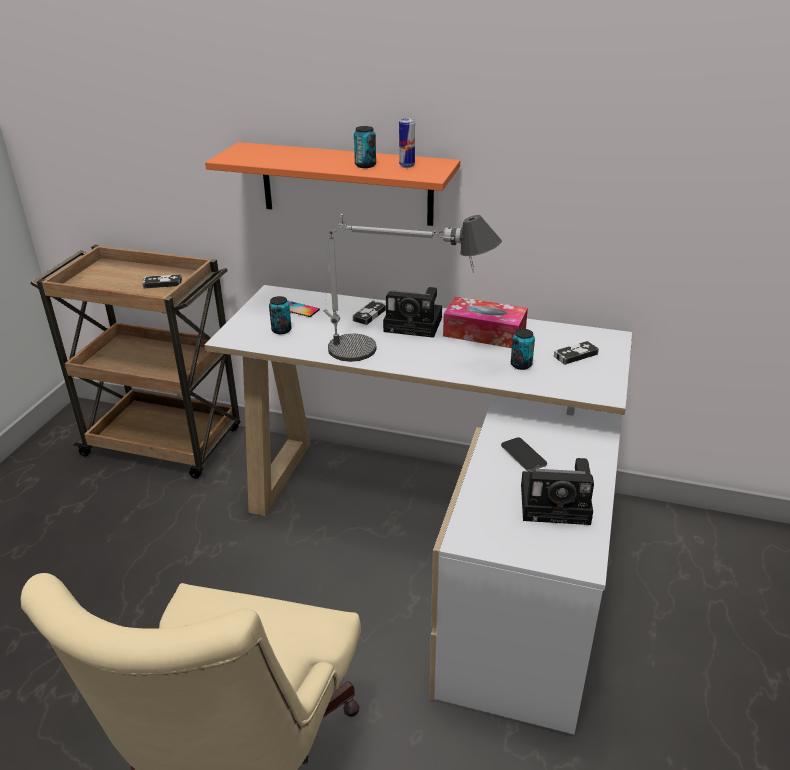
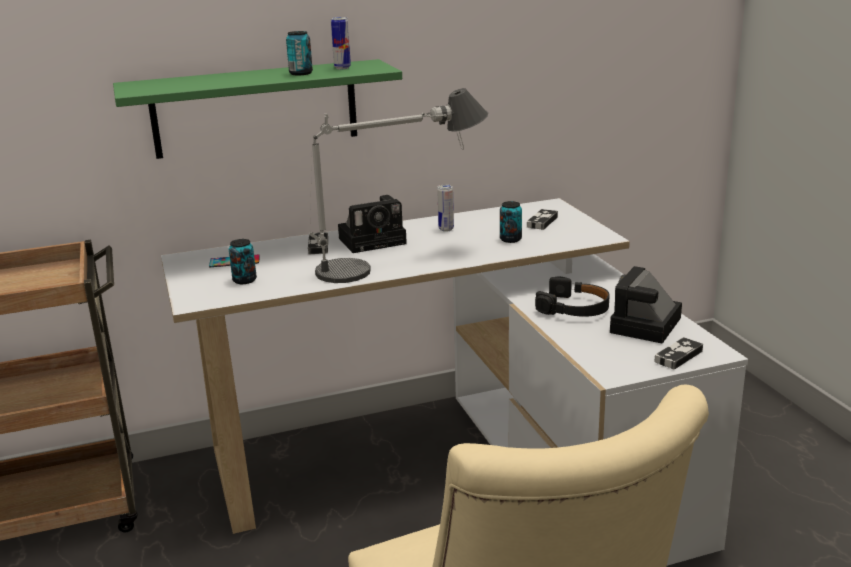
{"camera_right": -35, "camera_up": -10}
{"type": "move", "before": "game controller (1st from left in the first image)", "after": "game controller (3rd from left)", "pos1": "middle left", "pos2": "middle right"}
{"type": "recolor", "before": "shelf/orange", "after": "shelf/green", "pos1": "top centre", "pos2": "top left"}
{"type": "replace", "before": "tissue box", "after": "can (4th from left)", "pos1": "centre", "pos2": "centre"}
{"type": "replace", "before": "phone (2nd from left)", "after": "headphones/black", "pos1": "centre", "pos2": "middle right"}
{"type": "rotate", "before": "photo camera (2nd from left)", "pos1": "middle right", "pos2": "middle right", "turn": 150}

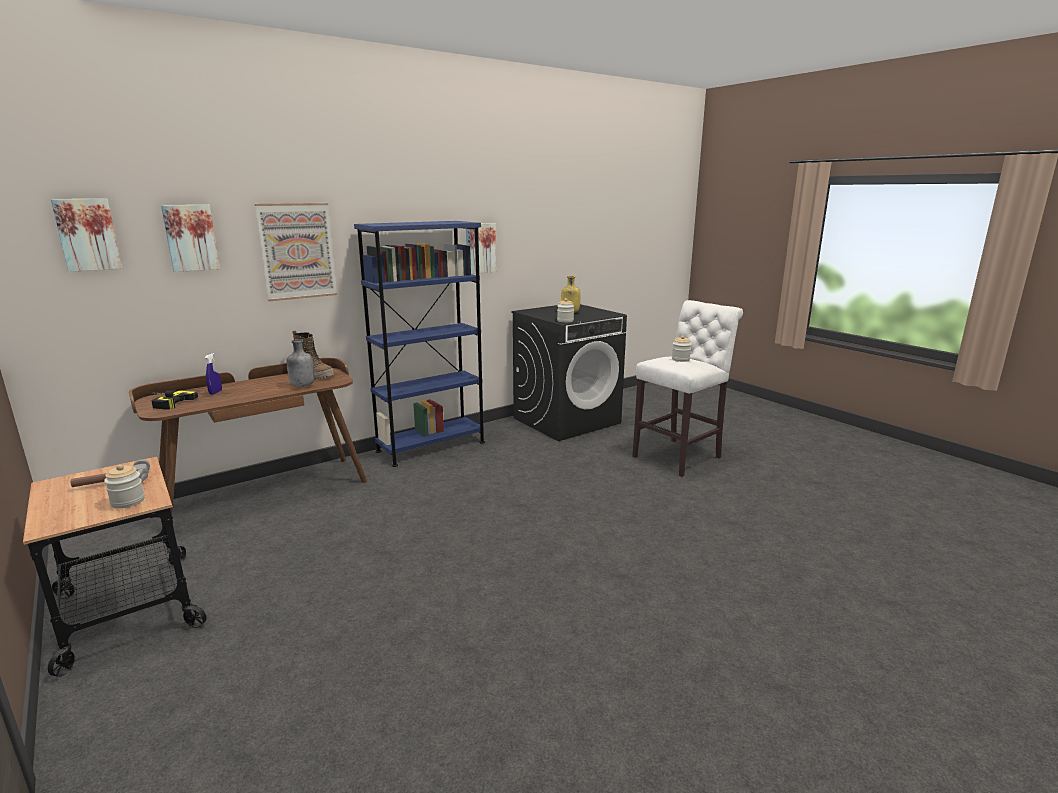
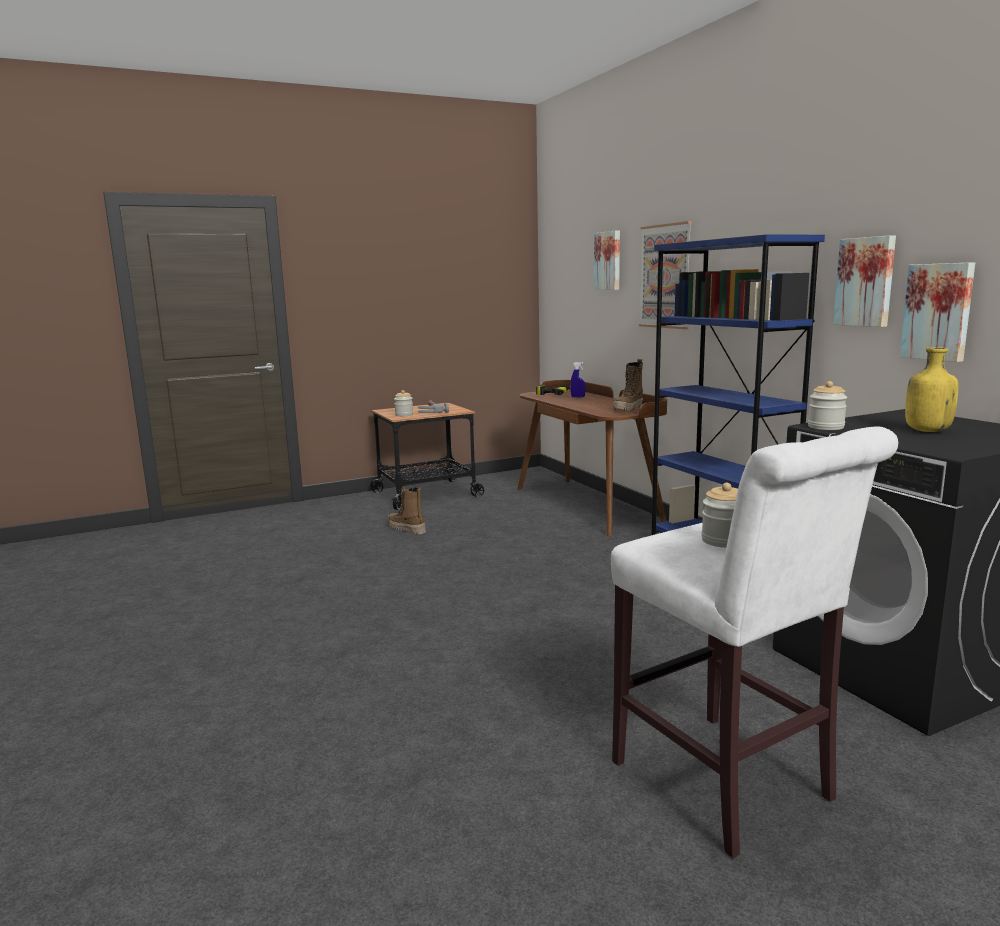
{"camera_right": 100, "camera_up": -5}
{"type": "move", "before": "picture (1st from left in the first image)", "after": "picture (4th from left)", "pos1": "top left", "pos2": "middle right"}
{"type": "delete", "before": "bottle/grey", "pos1": "middle left"}
{"type": "insert", "after": "boot (1st from left)", "pos2": "centre"}

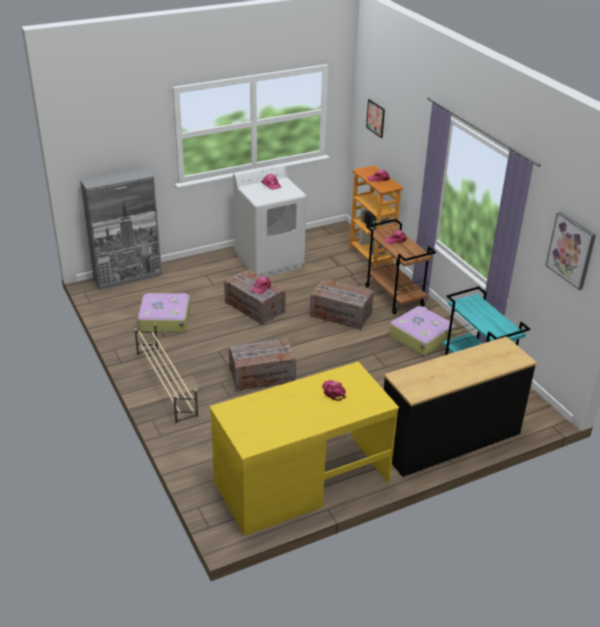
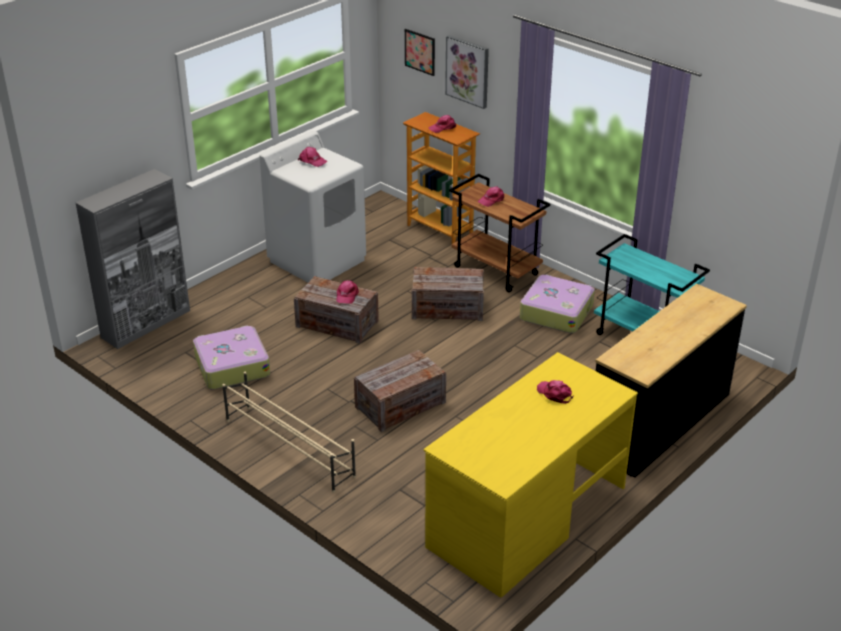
{"camera_right": -20, "camera_up": 0}
{"type": "move", "before": "picture (2nd from left)", "pos1": "middle right", "pos2": "top centre"}

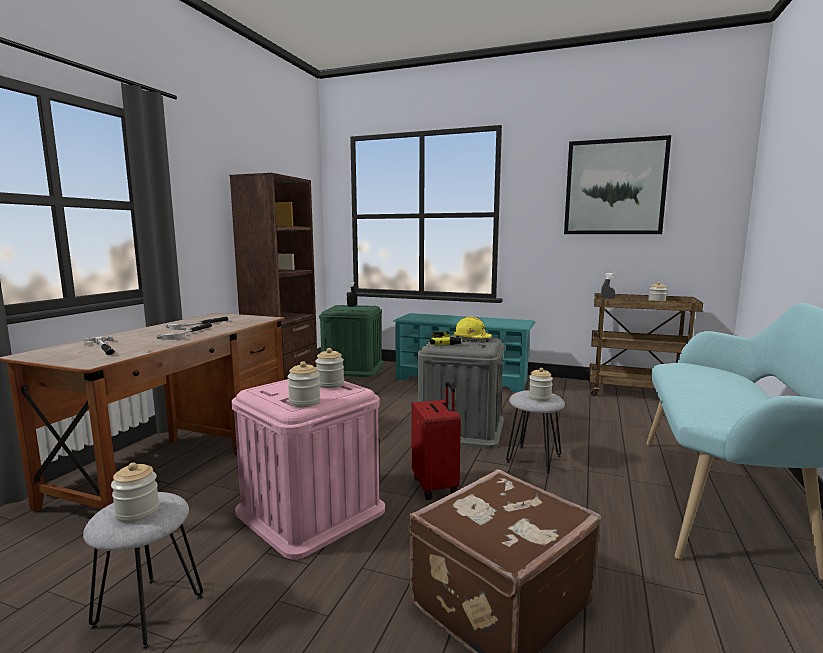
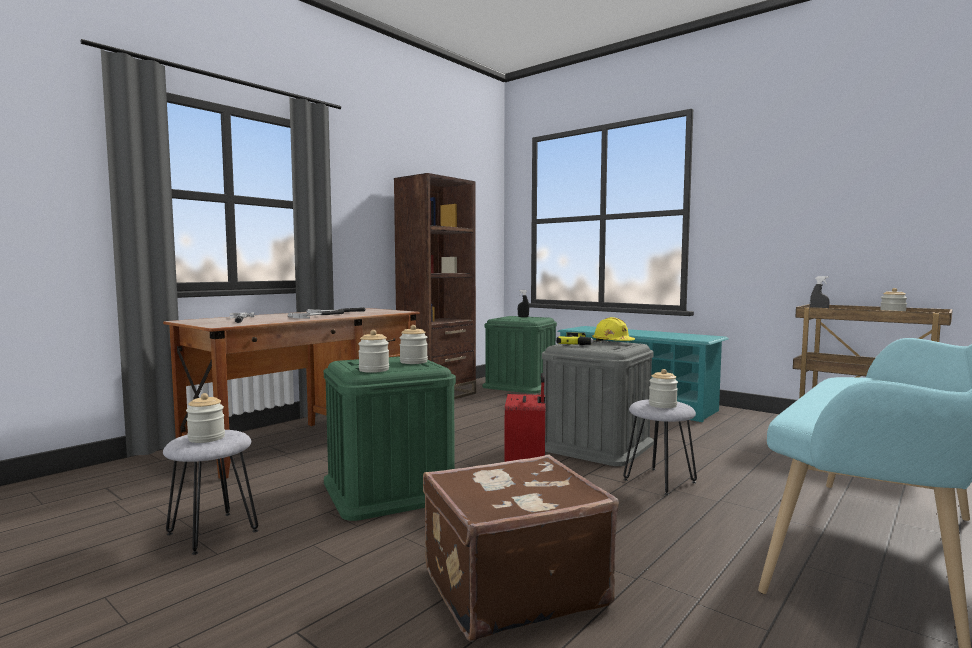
{"camera_right": 20, "camera_up": -5}
{"type": "recolor", "before": "storage box/pink", "after": "storage box/green (1st from left)", "pos1": "bottom centre", "pos2": "bottom centre"}
{"type": "delete", "before": "picture", "pos1": "top right"}

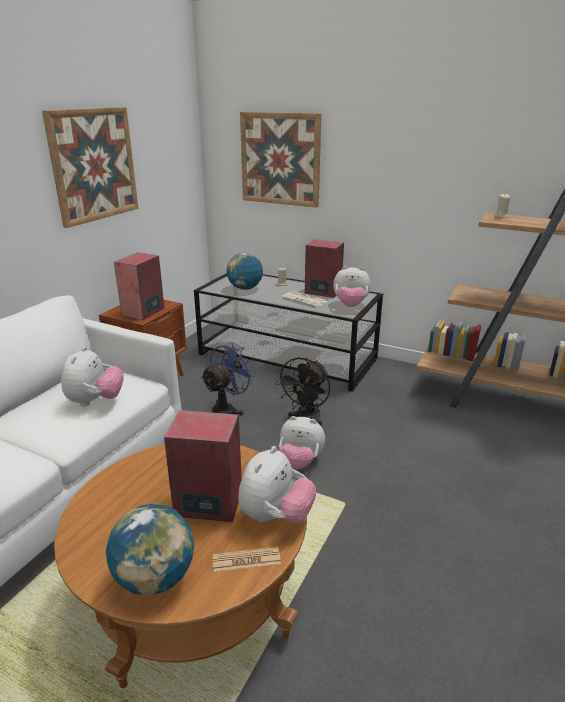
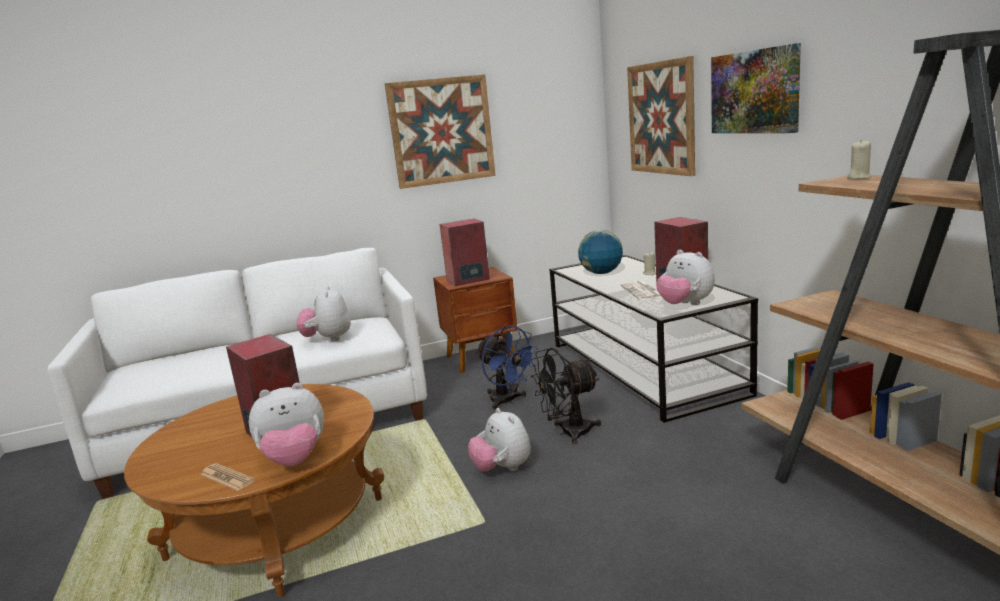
{"camera_right": 45, "camera_up": -10}
{"type": "rotate", "before": "plush toy (1st from left in the first image)", "pos1": "middle left", "pos2": "middle left", "turn": 120}
{"type": "delete", "before": "globe (1st from left)", "pos1": "bottom left"}
{"type": "rotate", "before": "fan/blue", "pos1": "centre", "pos2": "centre", "turn": 60}
{"type": "insert", "after": "picture (3rd from left)", "pos2": "top right"}

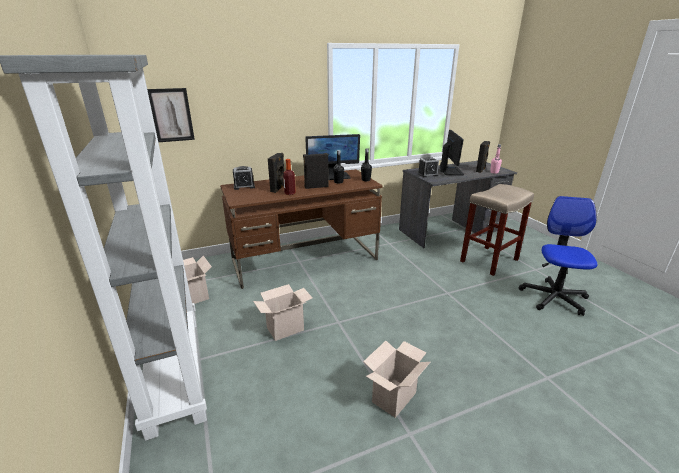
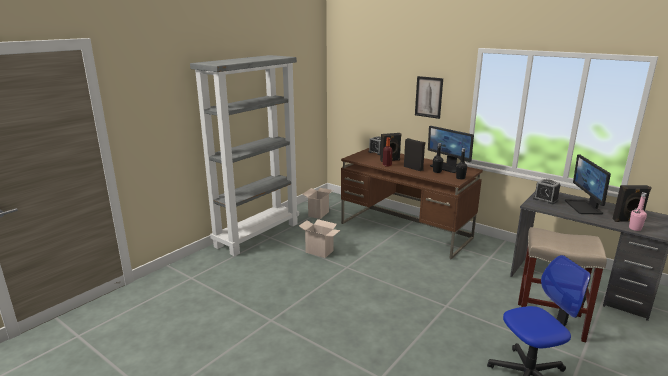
{"camera_right": 60, "camera_up": -5}
{"type": "move", "before": "picture", "pos1": "top left", "pos2": "top centre"}
{"type": "delete", "before": "cardboard box (3rd from left)", "pos1": "bottom centre"}
{"type": "rotate", "before": "monitor (2nd from left)", "pos1": "top centre", "pos2": "middle right", "turn": 120}

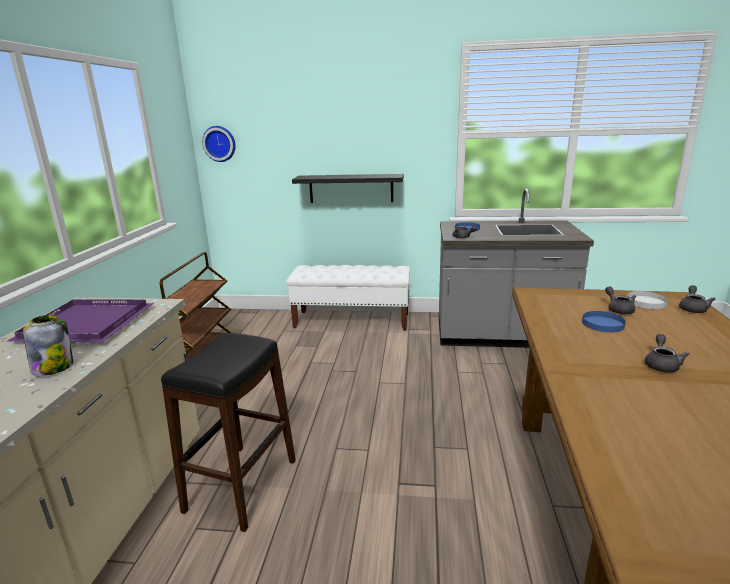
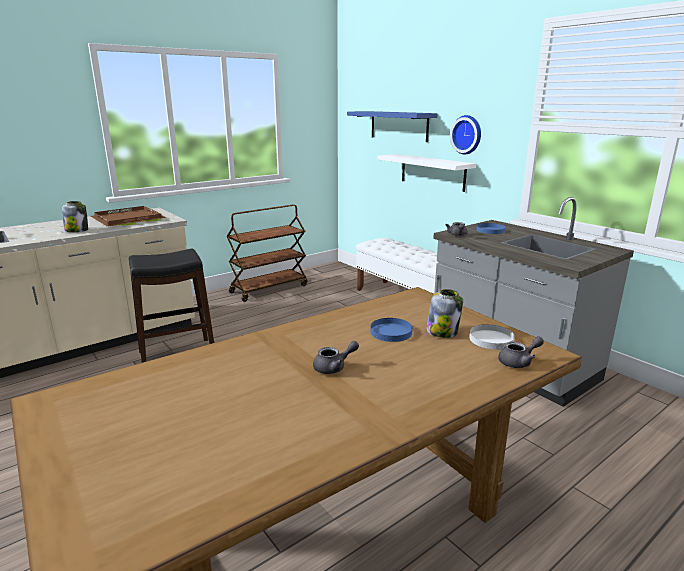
{"camera_right": 45, "camera_up": 0}
{"type": "recolor", "before": "tray/purple", "after": "tray/brown", "pos1": "middle left", "pos2": "middle left"}
{"type": "move", "before": "wall clock", "pos1": "top left", "pos2": "top right"}
{"type": "recolor", "before": "shelf/black", "after": "shelf/white", "pos1": "top centre", "pos2": "top centre"}
{"type": "replace", "before": "teapot/grey (2nd from left)", "after": "jar (2nd from left)", "pos1": "middle right", "pos2": "centre"}
{"type": "insert", "after": "shelf/blue", "pos2": "top centre"}

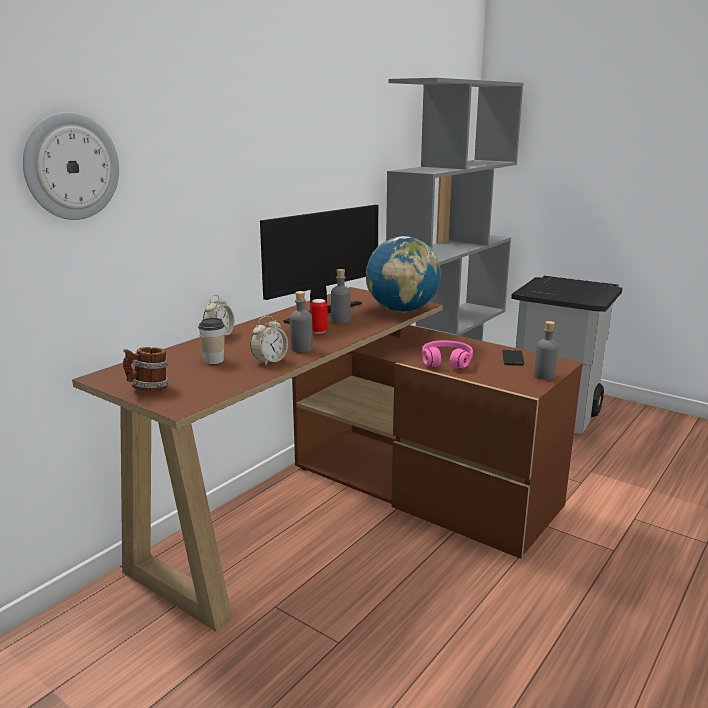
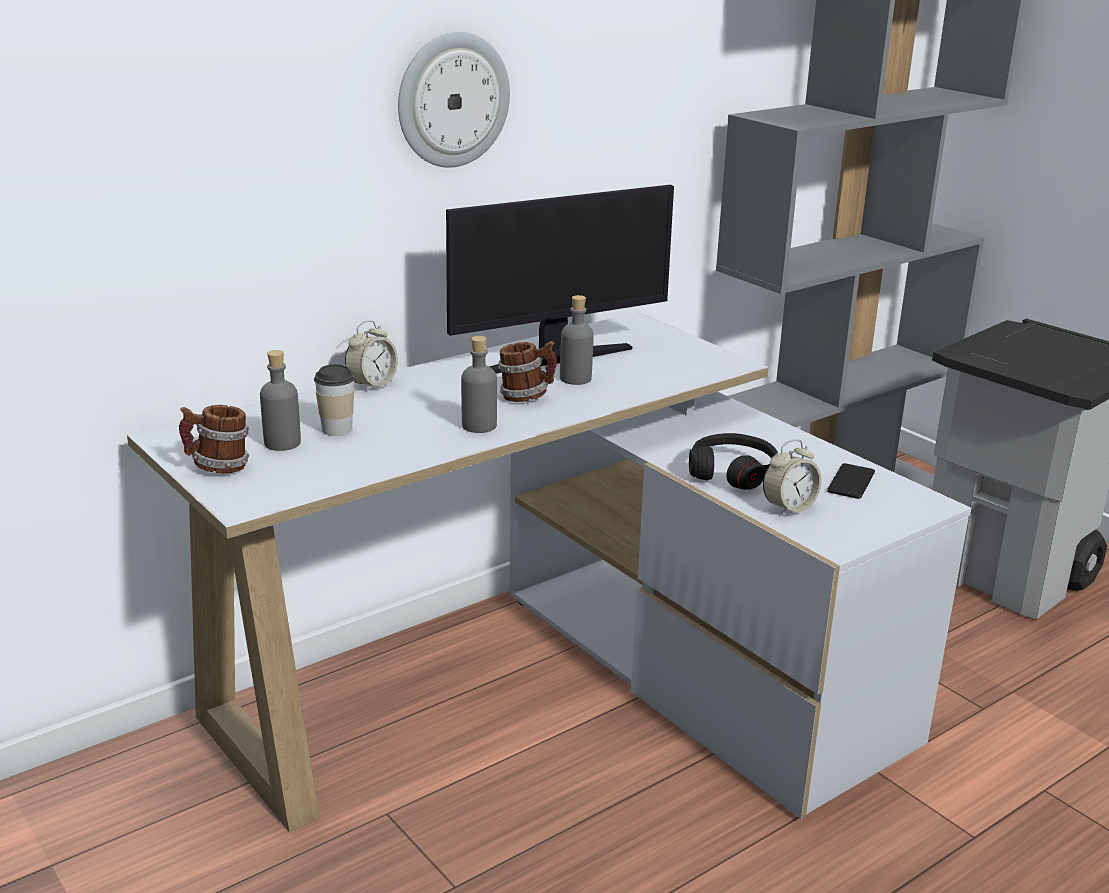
{"camera_right": 15, "camera_up": 5}
{"type": "move", "before": "wall clock", "pos1": "top left", "pos2": "top centre"}
{"type": "recolor", "before": "desk/brown", "after": "desk/white", "pos1": "centre", "pos2": "centre"}
{"type": "move", "before": "alarm clock (2nd from left)", "pos1": "centre", "pos2": "middle right"}
{"type": "replace", "before": "can", "after": "mug (2nd from left)", "pos1": "centre", "pos2": "centre"}
{"type": "delete", "before": "globe", "pos1": "centre"}
{"type": "recolor", "before": "headphones/pink", "after": "headphones/black", "pos1": "centre", "pos2": "centre"}
{"type": "move", "before": "bottle/grey (3rd from left in the first image)", "after": "bottle/grey (1st from left)", "pos1": "middle right", "pos2": "middle left"}

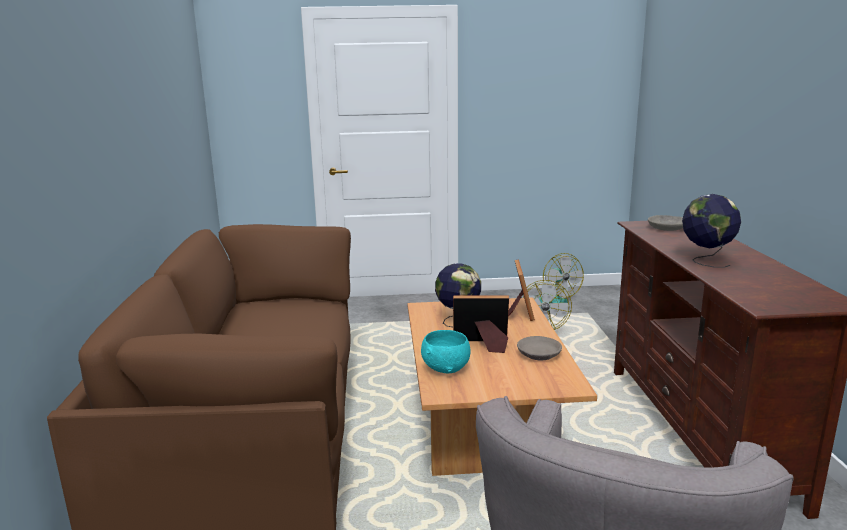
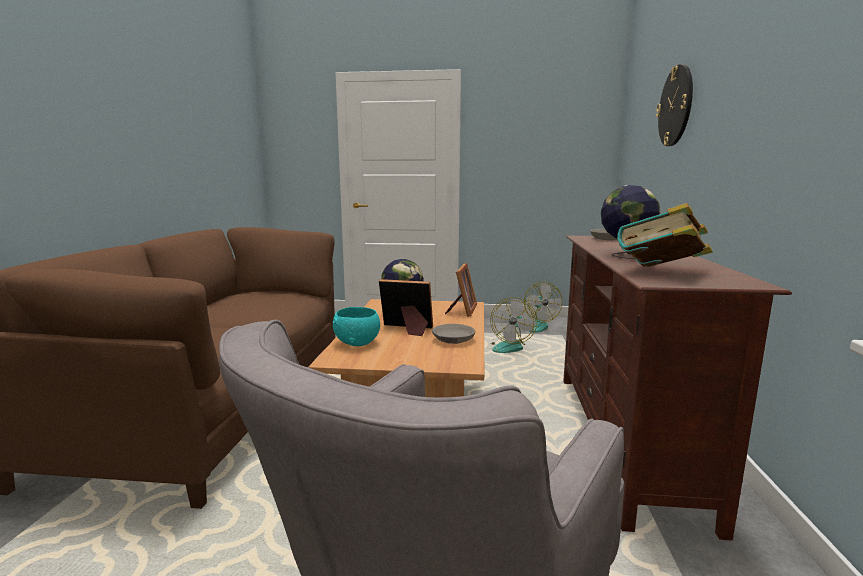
{"camera_right": 10, "camera_up": -5}
{"type": "insert", "after": "book", "pos2": "middle right"}
{"type": "insert", "after": "wall clock", "pos2": "top right"}

